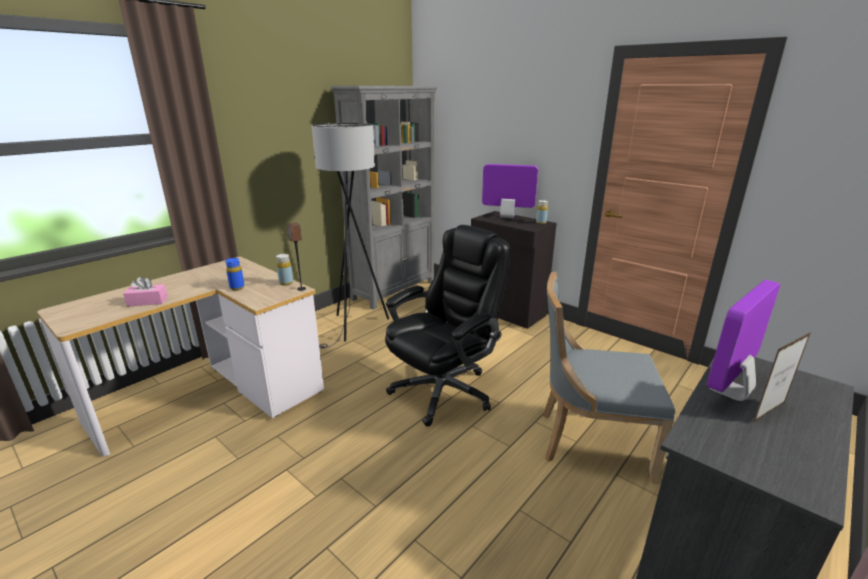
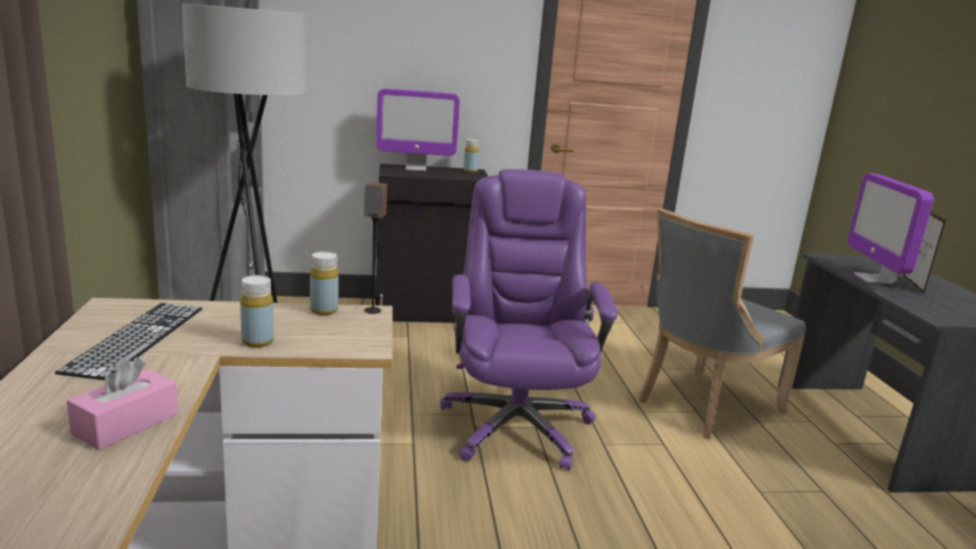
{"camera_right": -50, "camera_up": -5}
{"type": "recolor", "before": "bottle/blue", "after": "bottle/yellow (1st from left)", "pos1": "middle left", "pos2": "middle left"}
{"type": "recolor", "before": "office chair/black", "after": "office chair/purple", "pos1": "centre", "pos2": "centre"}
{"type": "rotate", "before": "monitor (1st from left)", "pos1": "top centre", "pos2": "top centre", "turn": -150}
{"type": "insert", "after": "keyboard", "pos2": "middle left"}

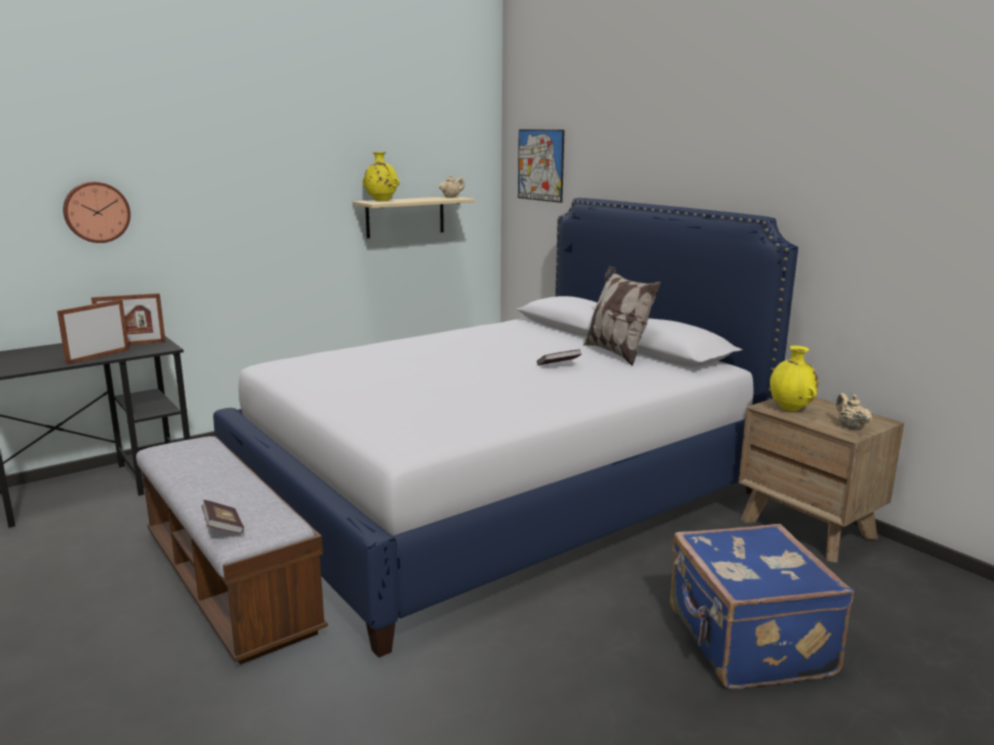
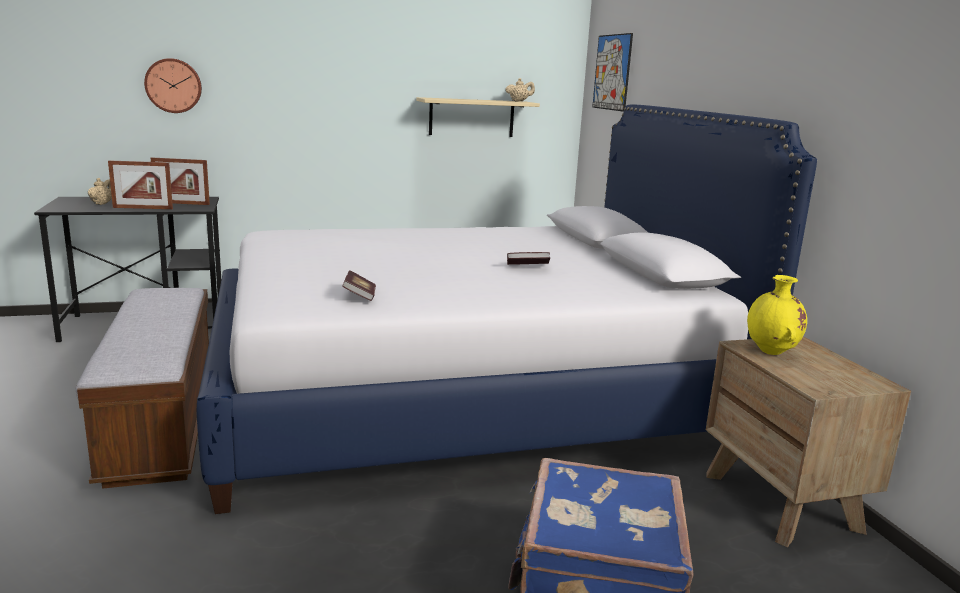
{"camera_right": 20, "camera_up": 0}
{"type": "rotate", "before": "picture frame (1st from left)", "pos1": "middle left", "pos2": "top left", "turn": -150}
{"type": "move", "before": "book (1st from left)", "pos1": "bottom left", "pos2": "centre"}
{"type": "delete", "before": "vase/yellow (1st from left)", "pos1": "top centre"}
{"type": "delete", "before": "pillow", "pos1": "centre"}
{"type": "move", "before": "teapot/beige (2nd from left in the first image)", "after": "teapot/beige (1st from left)", "pos1": "middle right", "pos2": "top left"}

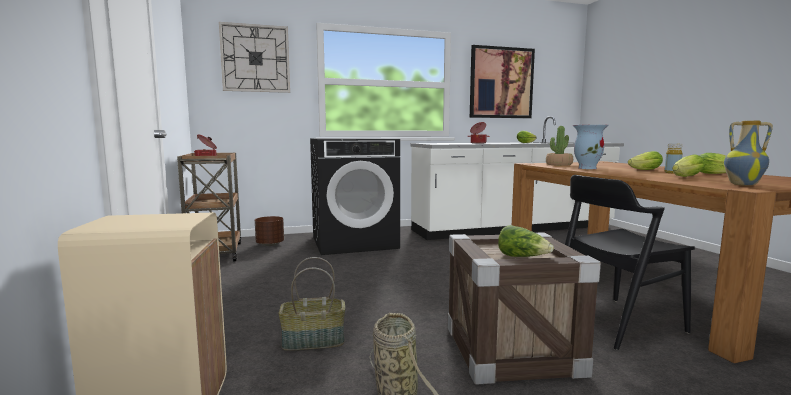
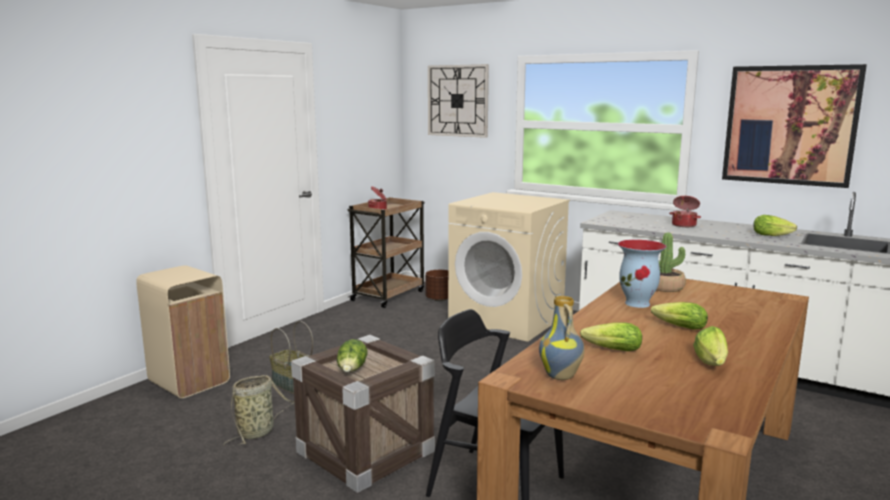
{"camera_right": 50, "camera_up": 5}
{"type": "recolor", "before": "washing machine/black", "after": "washing machine/beige", "pos1": "centre", "pos2": "centre"}
{"type": "delete", "before": "bottle/yellow", "pos1": "middle right"}

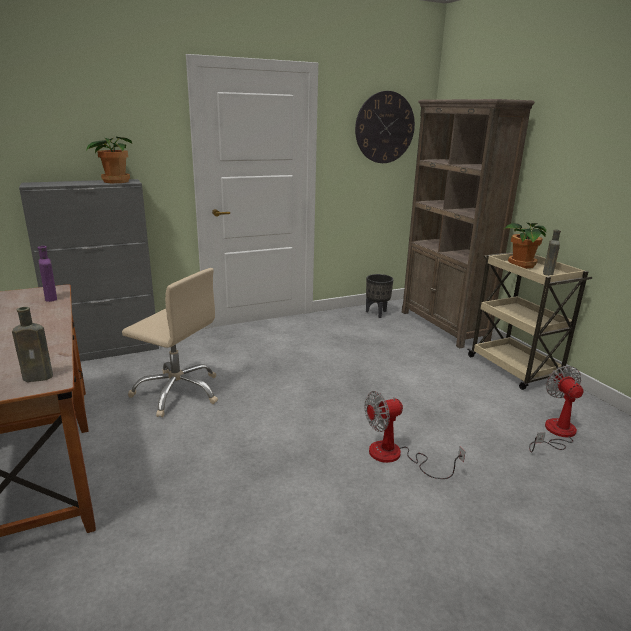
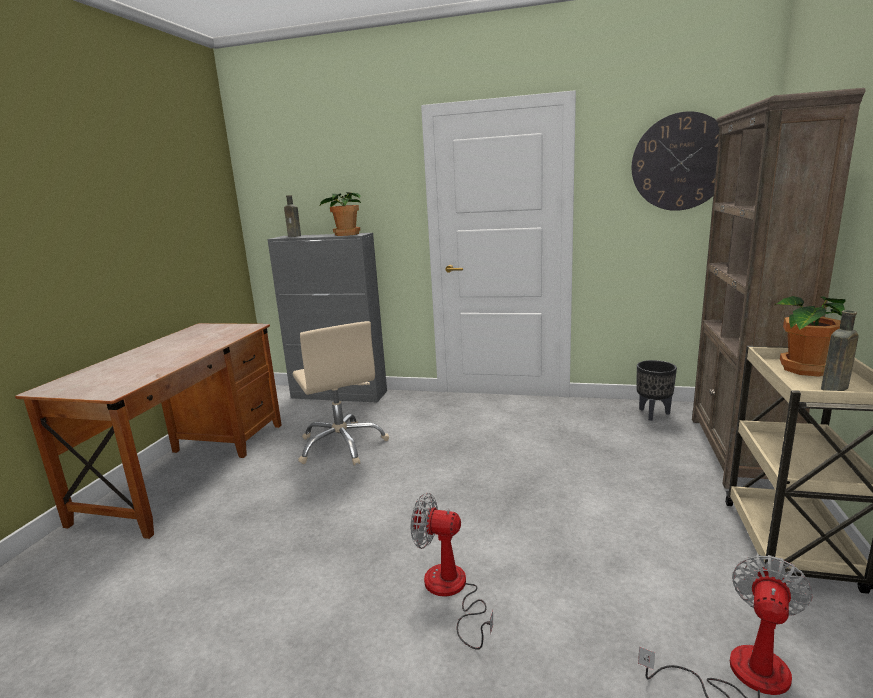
{"camera_right": 40, "camera_up": -5}
{"type": "move", "before": "bottle/brown (1st from left)", "pos1": "middle left", "pos2": "top centre"}
{"type": "delete", "before": "bottle/purple", "pos1": "middle left"}

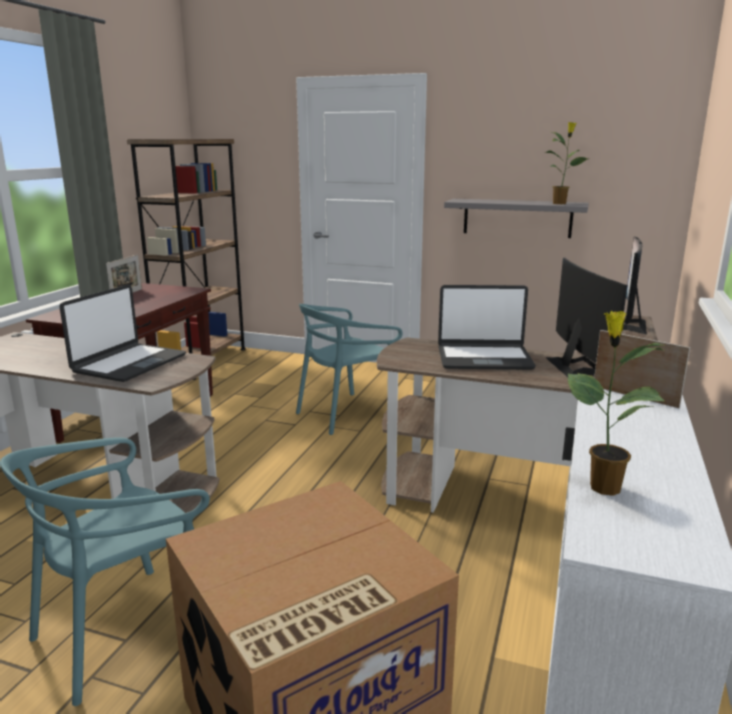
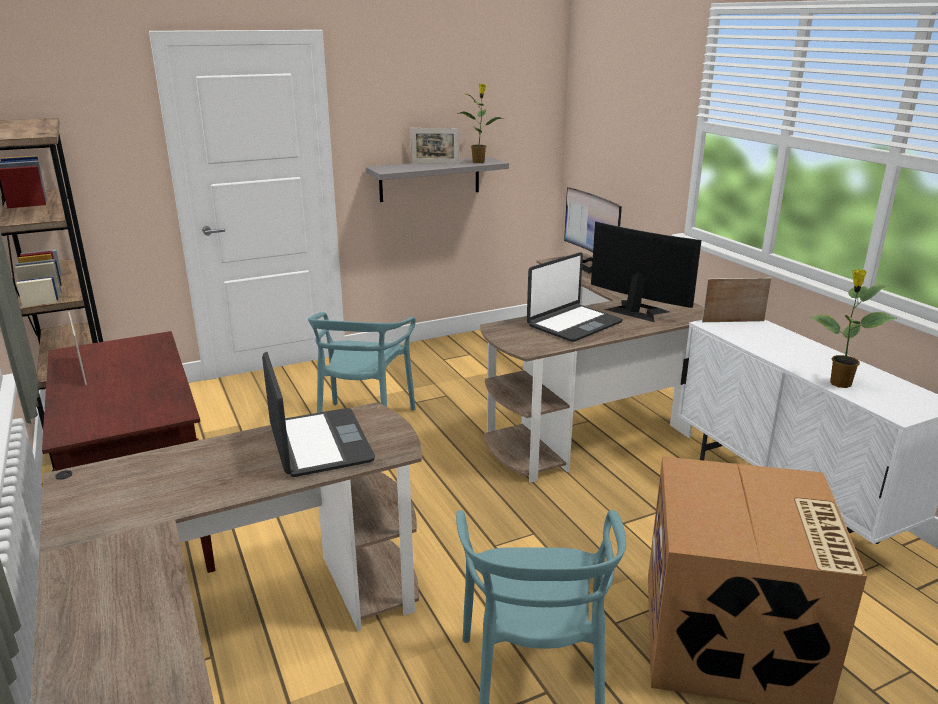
{"camera_right": -45, "camera_up": 5}
{"type": "insert", "after": "picture frame (2nd from left)", "pos2": "top centre"}

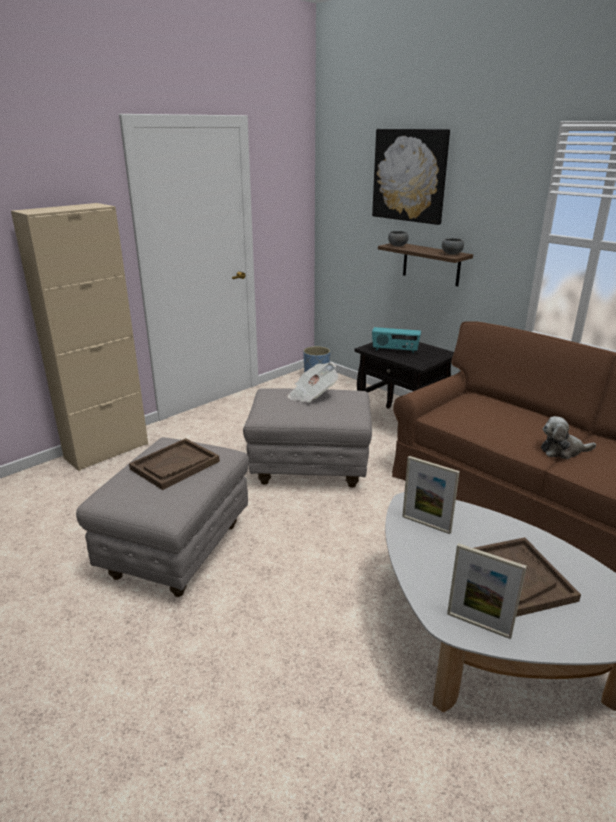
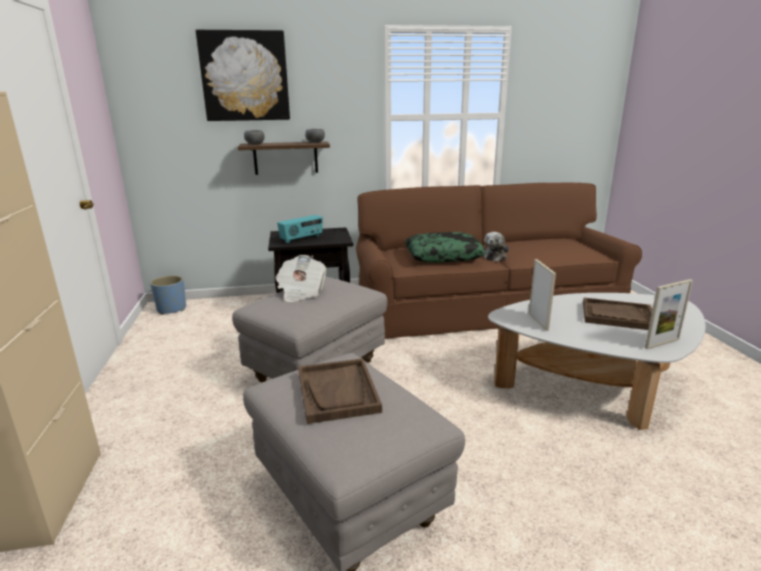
{"camera_right": -55, "camera_up": -5}
{"type": "rotate", "before": "picture frame (1st from left)", "pos1": "middle right", "pos2": "middle right", "turn": -75}
{"type": "insert", "after": "pillow", "pos2": "centre"}

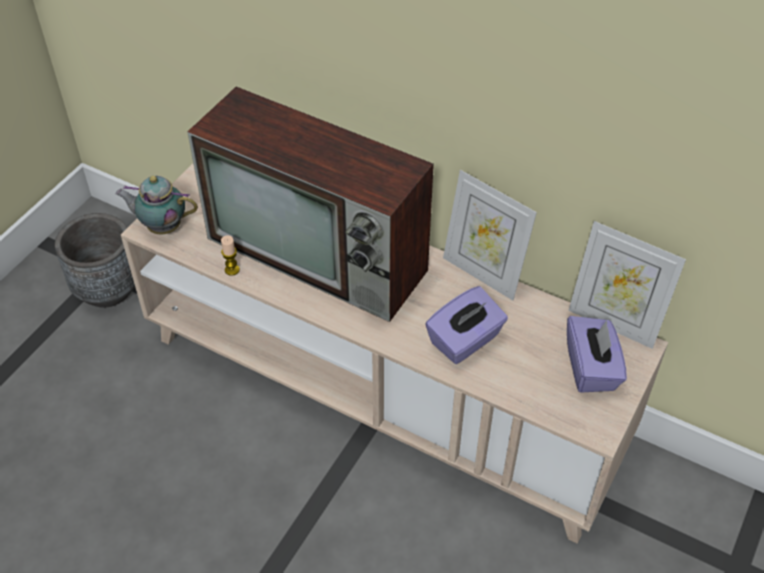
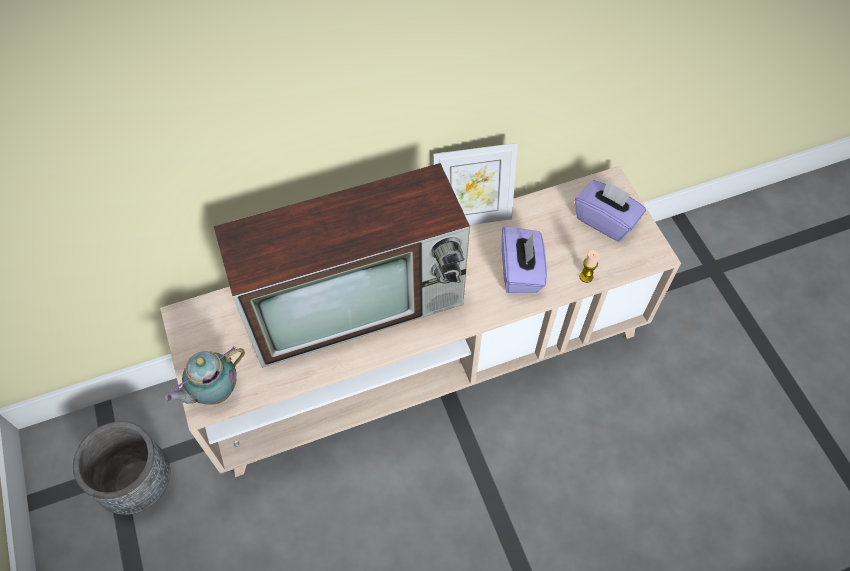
{"camera_right": -50, "camera_up": 10}
{"type": "move", "before": "candle", "pos1": "middle left", "pos2": "middle right"}
{"type": "delete", "before": "picture frame (2nd from left)", "pos1": "middle right"}

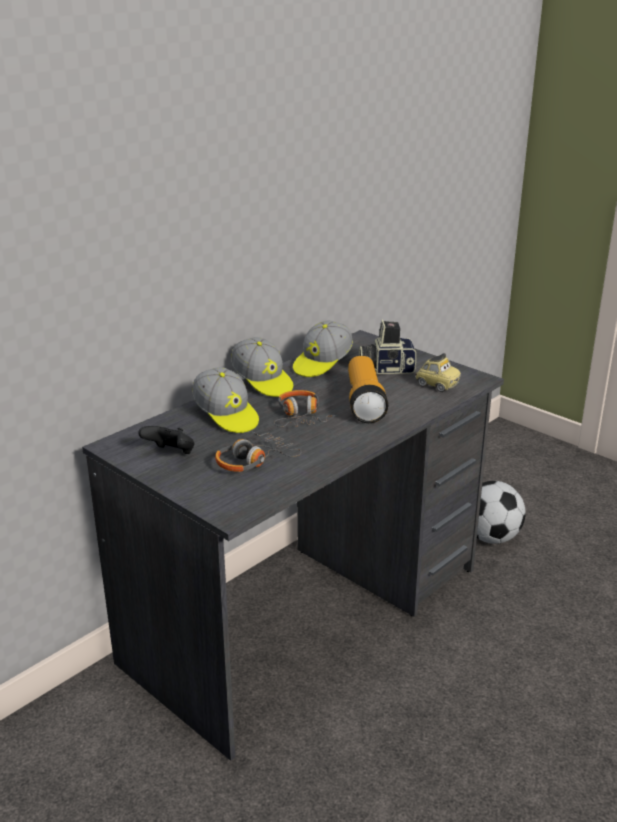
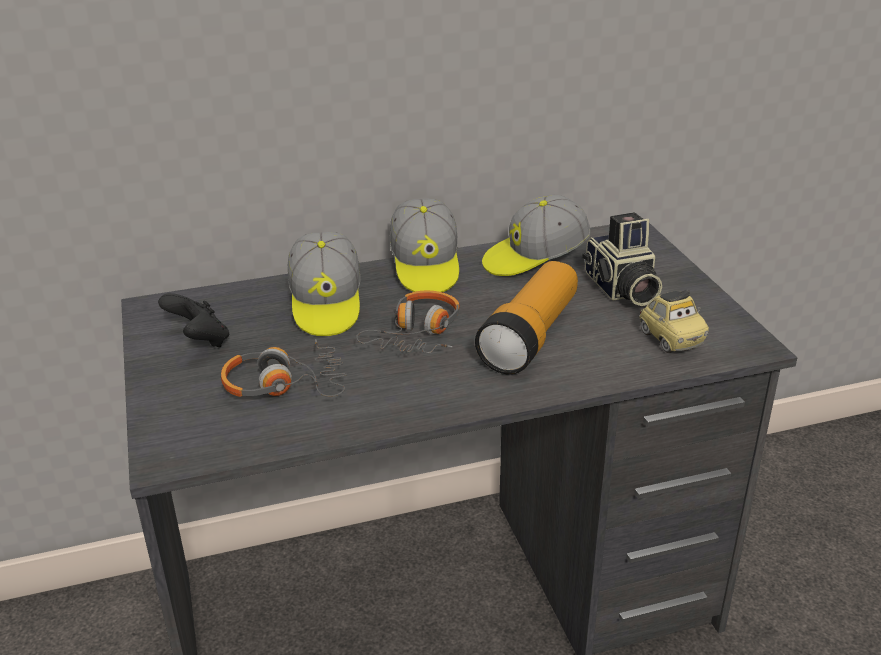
{"camera_right": 30, "camera_up": 5}
{"type": "rotate", "before": "photo camera", "pos1": "centre", "pos2": "middle right", "turn": -135}
{"type": "delete", "before": "football", "pos1": "middle right"}

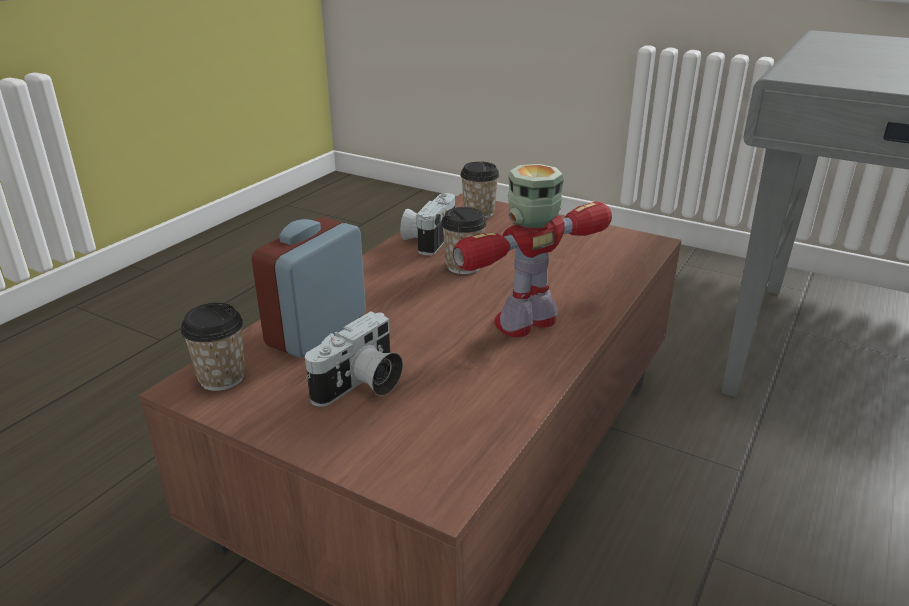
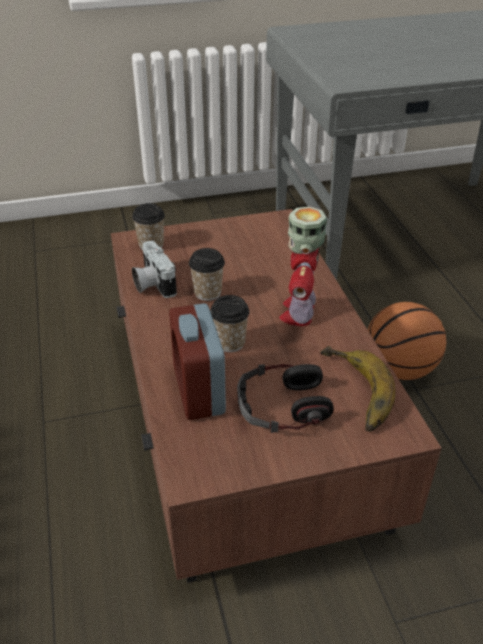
{"camera_right": -45, "camera_up": 10}
{"type": "move", "before": "cup (1st from left in the first image)", "after": "cup (3rd from left)", "pos1": "middle left", "pos2": "centre"}
{"type": "replace", "before": "photo camera (1st from left)", "after": "headphones", "pos1": "centre", "pos2": "centre"}
{"type": "insert", "after": "banana", "pos2": "middle right"}
{"type": "insert", "after": "basketball", "pos2": "middle right"}

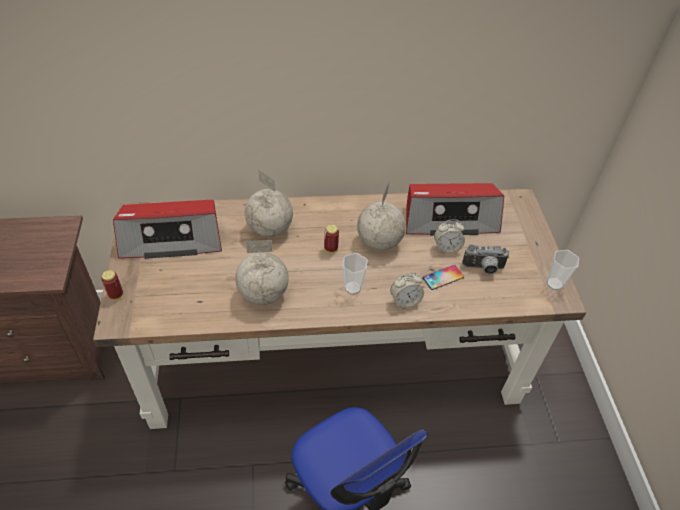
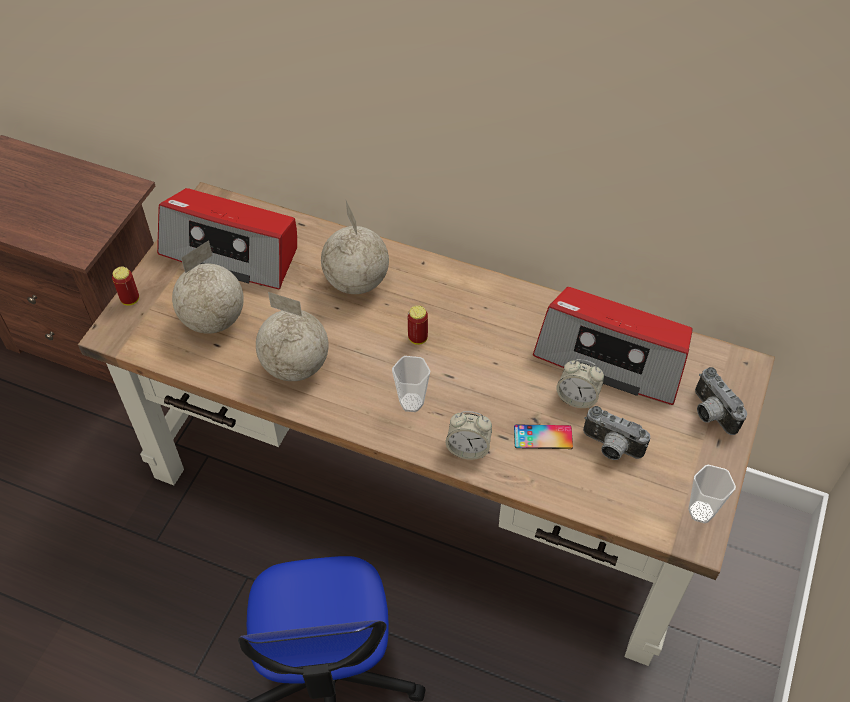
{"camera_right": 30, "camera_up": 5}
{"type": "move", "before": "globe (3rd from left in the first image)", "after": "globe (1st from left)", "pos1": "centre", "pos2": "middle left"}
{"type": "insert", "after": "photo camera (2nd from left)", "pos2": "middle right"}

